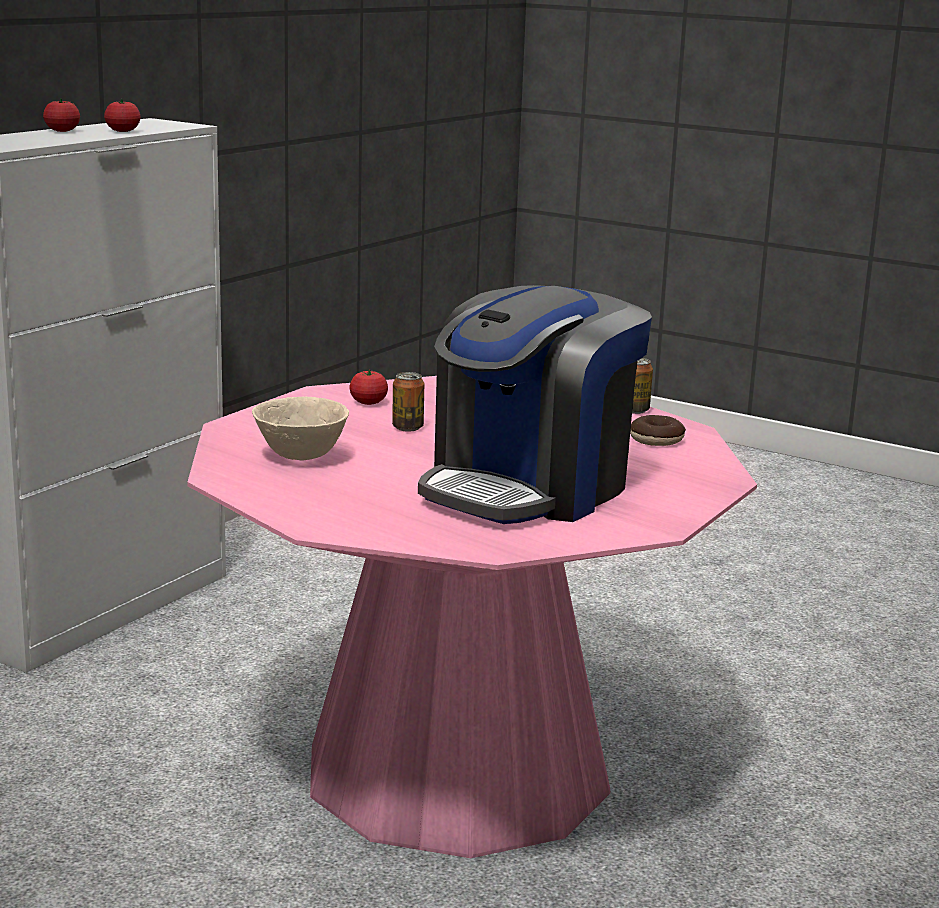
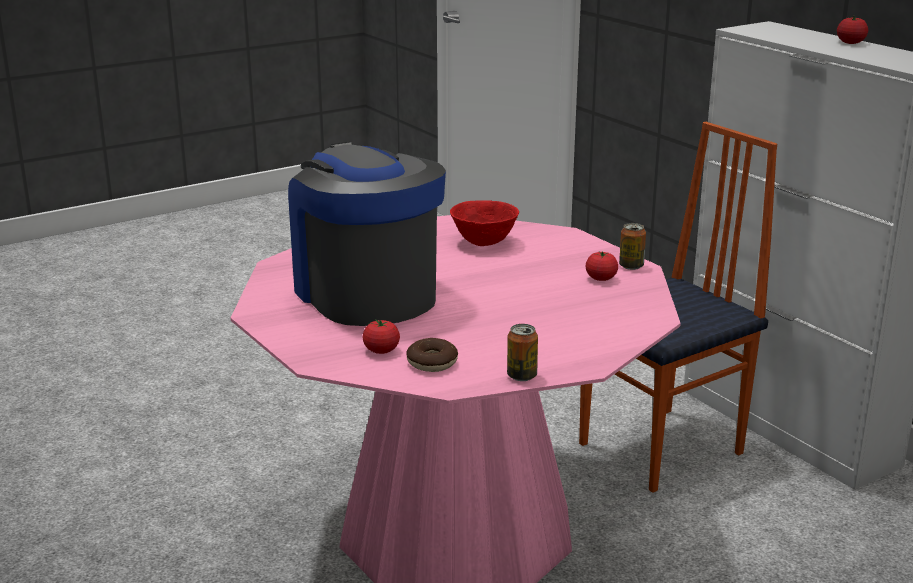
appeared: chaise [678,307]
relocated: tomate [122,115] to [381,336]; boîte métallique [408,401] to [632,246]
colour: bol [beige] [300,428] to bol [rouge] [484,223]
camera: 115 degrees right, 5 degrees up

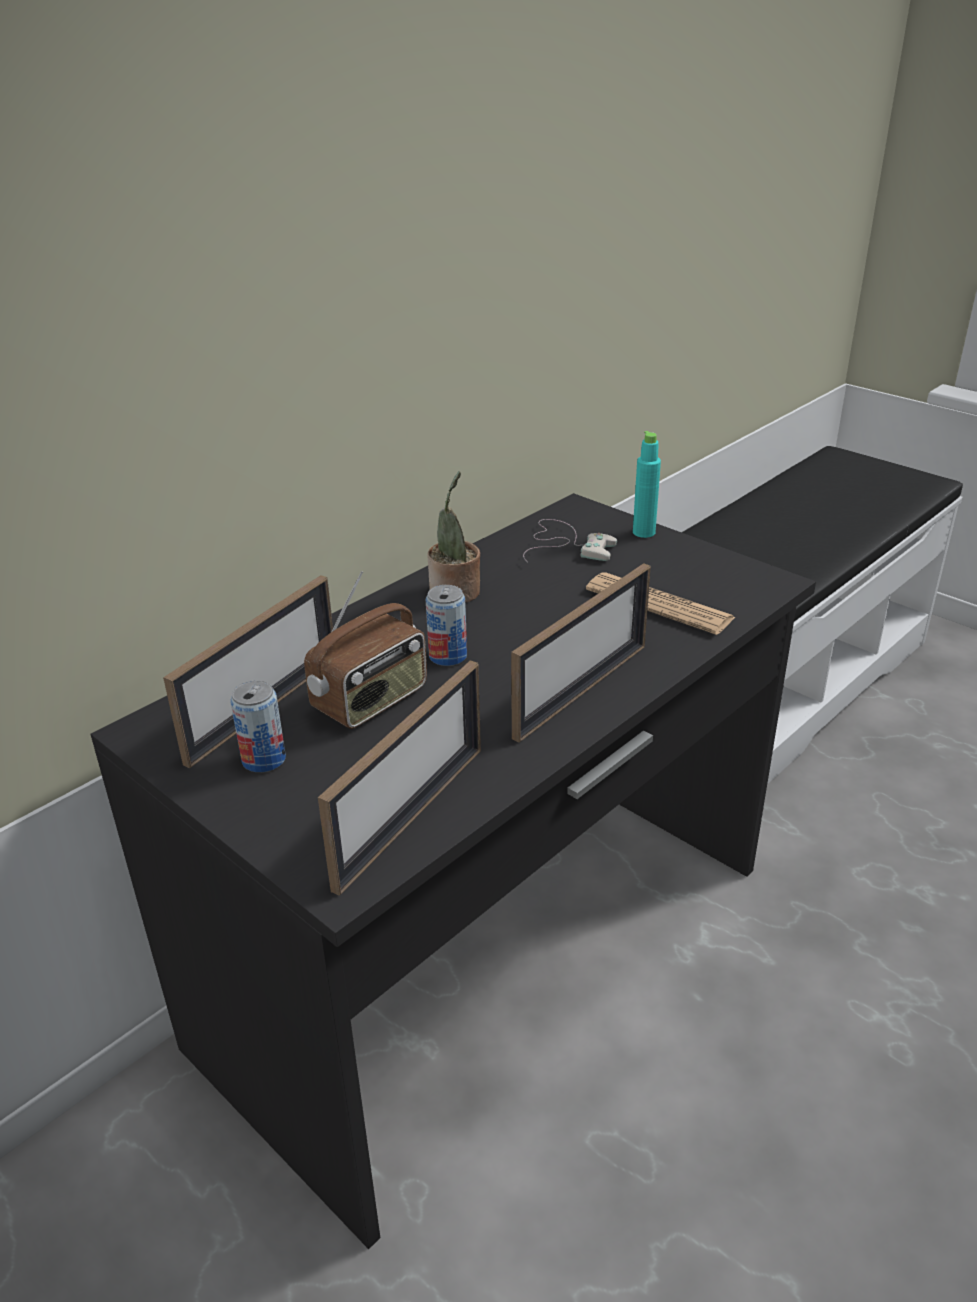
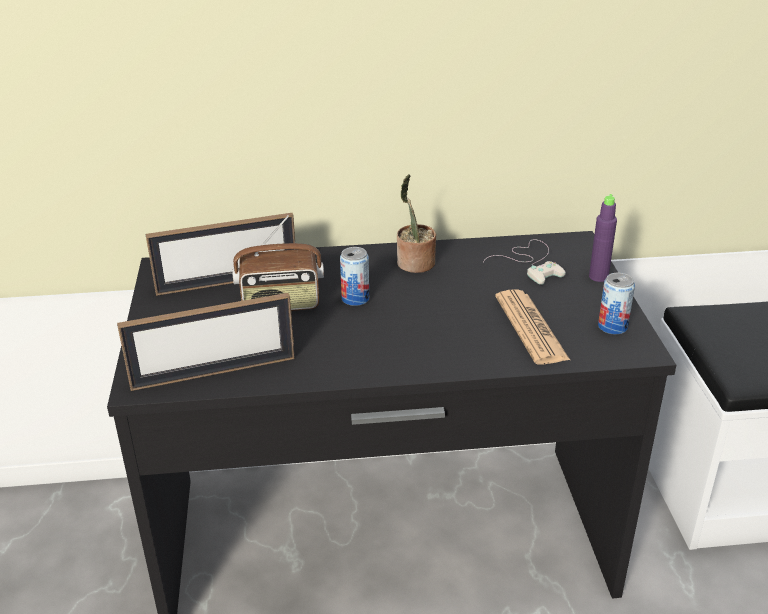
missing: cadre photo [581,653]
relocated: boîte métallique [258,726] to [616,304]
colour: bouteille [turquoise] [647,484] to bouteille [violet] [603,238]
camera: 40 degrees right, 0 degrees up

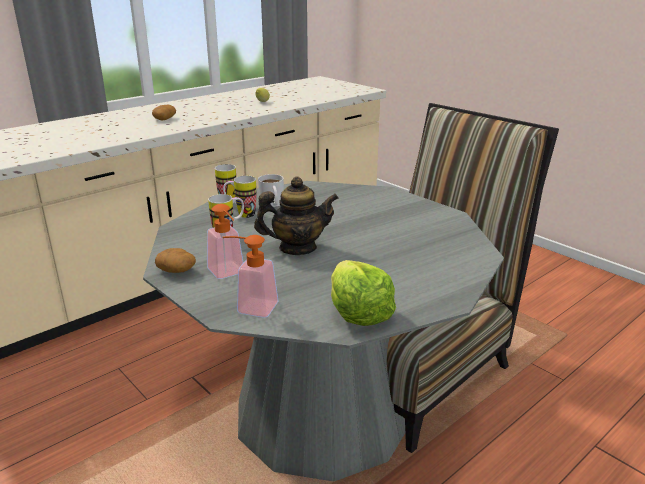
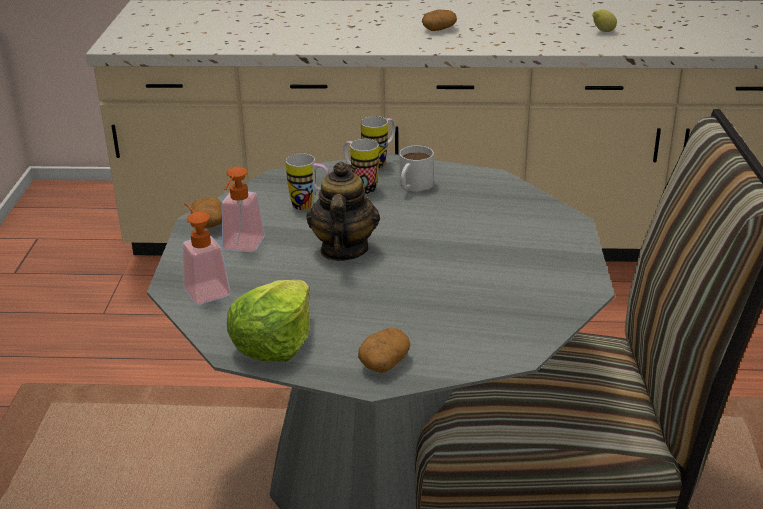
appeared: pomme de terre [384,350]
spun: théière [296,215] = [343,211] 120 degrees counterclockwise
camera: 45 degrees right, 5 degrees up

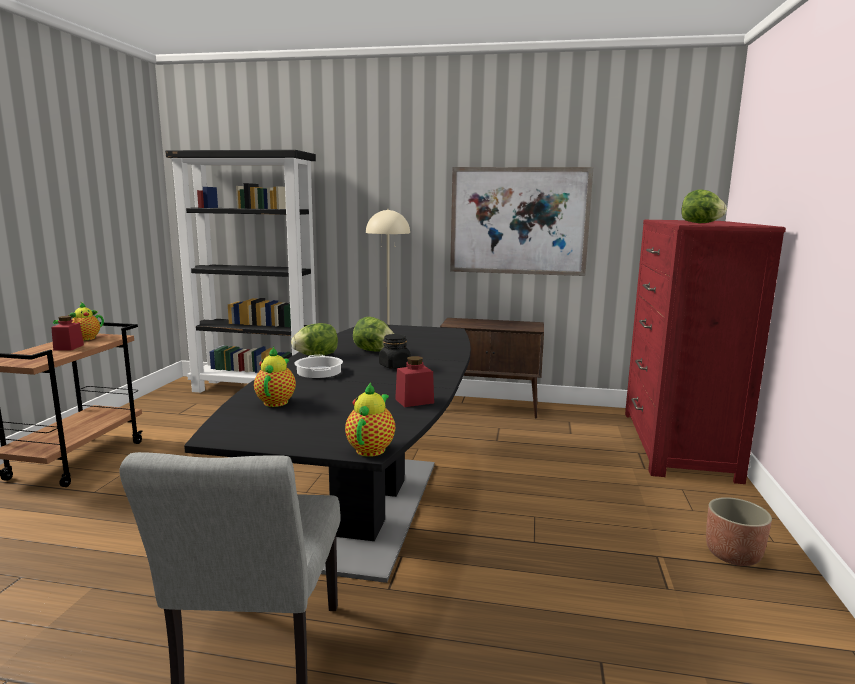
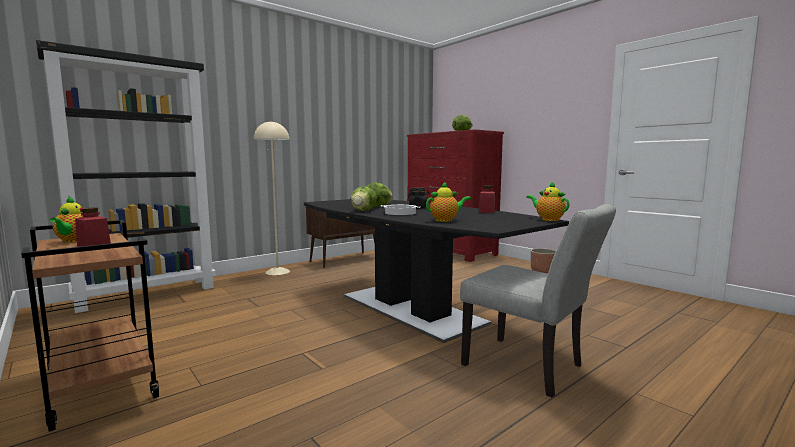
missing: tableau [521,221]
spun: théière [275,377] = [448,201] 120 degrees clockwise
camera: 50 degrees left, 5 degrees down

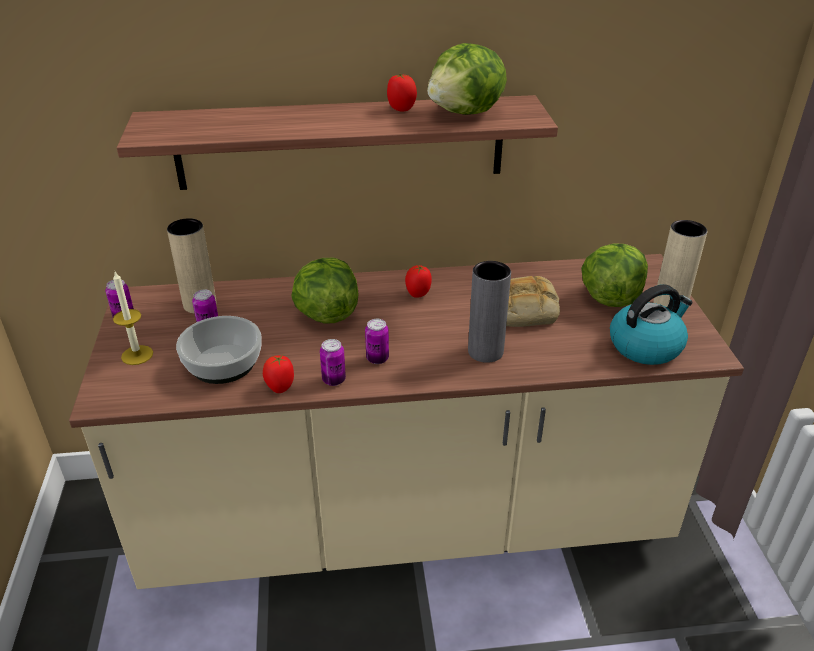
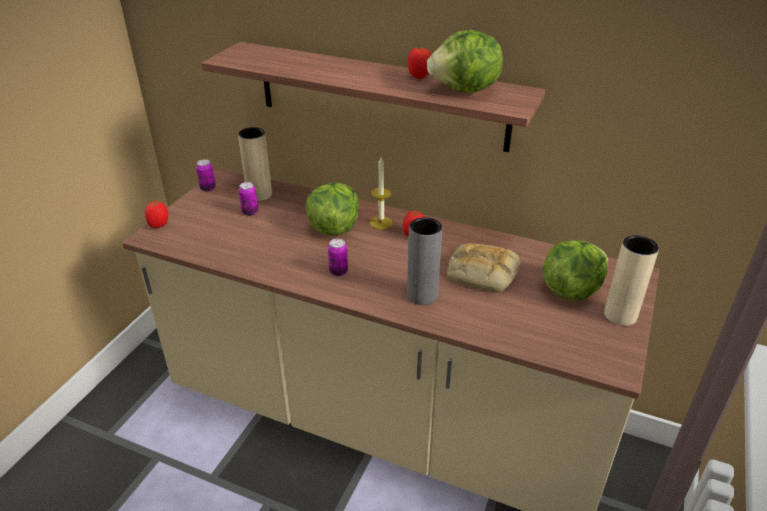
missing: bol [219,350]; boîte métallique [333,362]; bouilloire [651,324]
relocated: tomate [278,374] to [156,214]; bougie [133,318] to [381,193]
camera: 30 degrees right, 0 degrees up

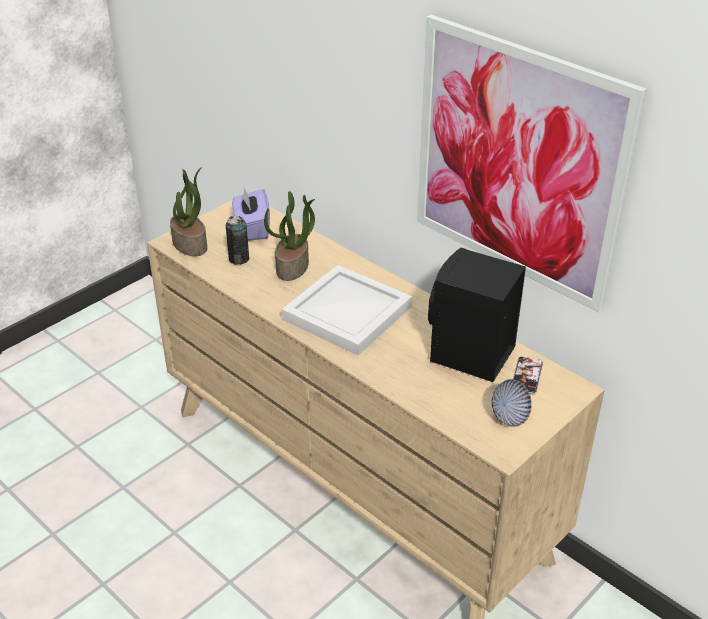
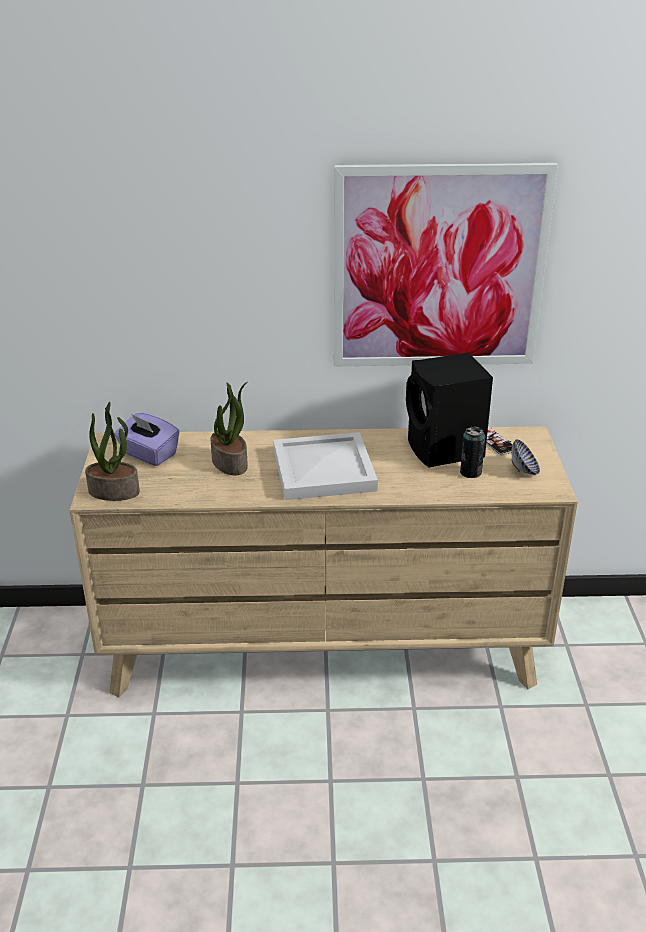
relocated: boîte métallique [238,240] to [472,452]
camera: 45 degrees left, 5 degrees down

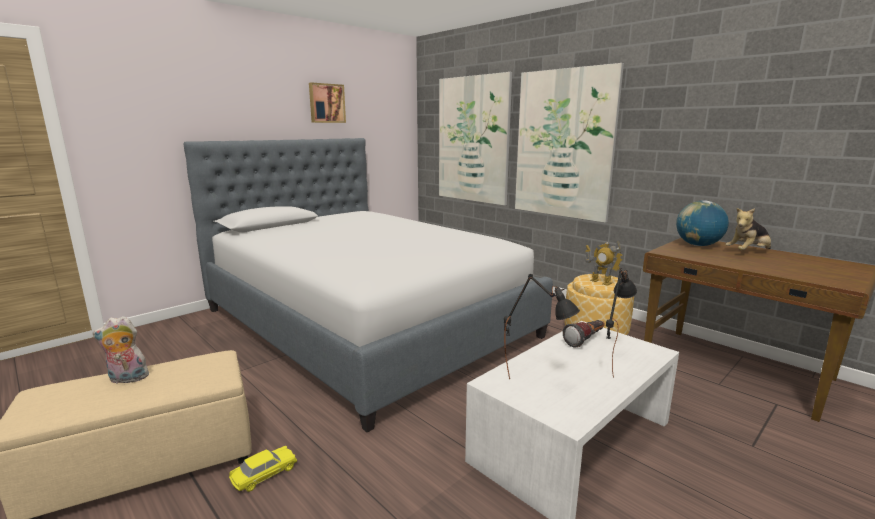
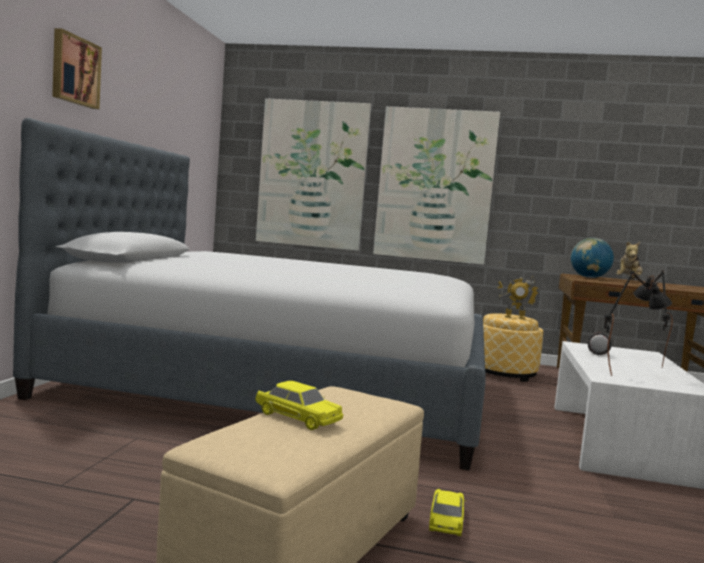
relocated: tableau [327,102] to [77,68]
exchanged: peluche [122,350] to petite voiture [jaune] [299,405]
camera: 35 degrees left, 10 degrees down

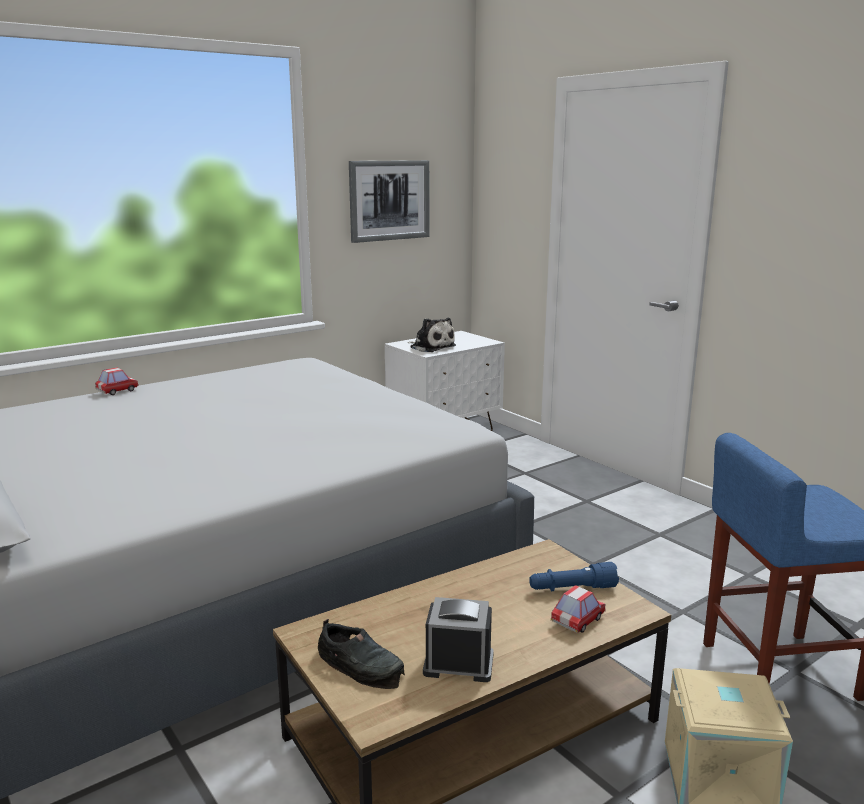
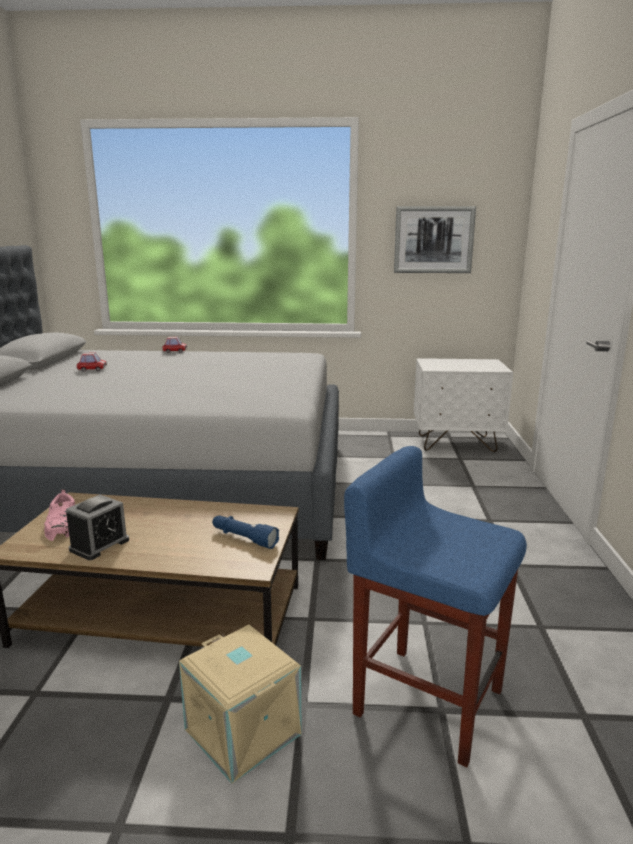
missing: peluche [432,335]
relocated: petite voiture [578,609] to [92,362]
colour: chaussure [noir] [361,654] to chaussure [rose] [59,515]
spun: réveil [458,639] = [97,527] 75 degrees clockwise
camera: 40 degrees right, 0 degrees up

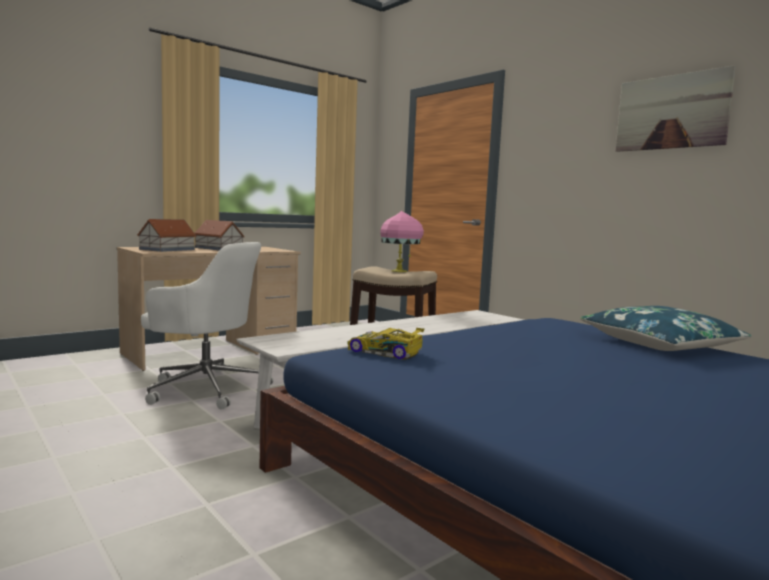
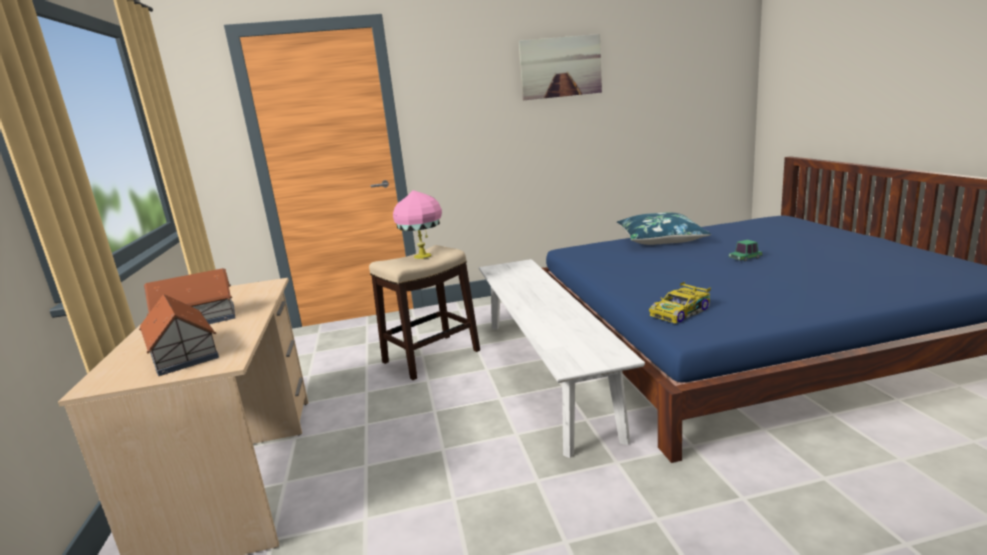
missing: chaise de bureau [blanc] [207,325]
appeared: petite voiture [745,250]
camera: 60 degrees left, 10 degrees up

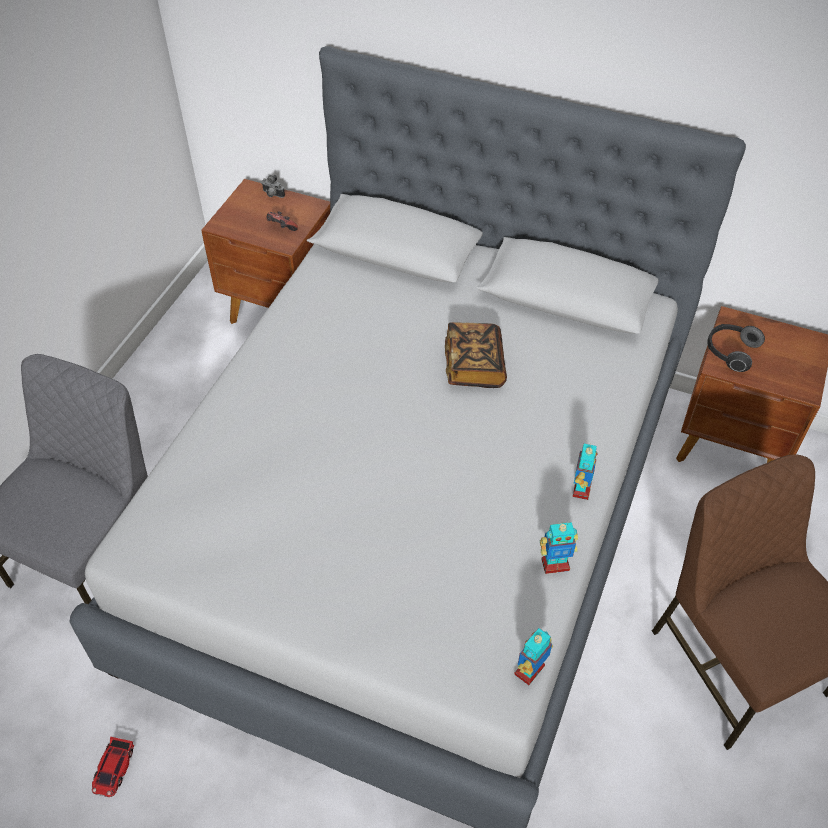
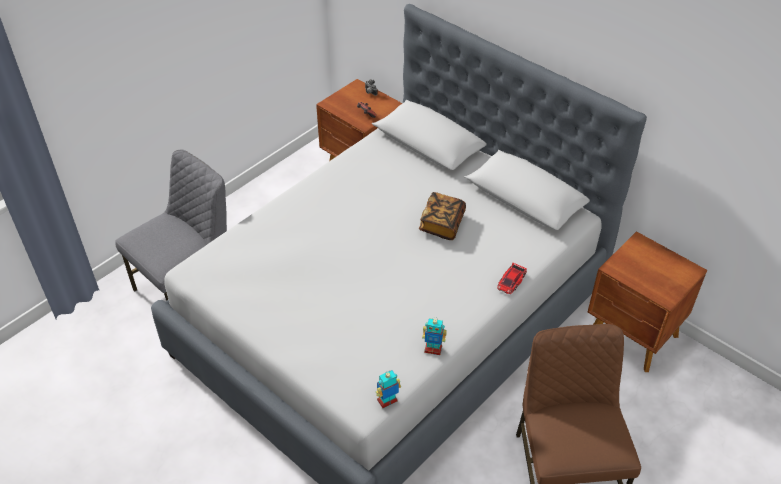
missing: robot jouet [585,472]; casque audio [736,348]
relocated: petite voiture [113,767] to [512,278]
camera: 20 degrees right, 5 degrees down

